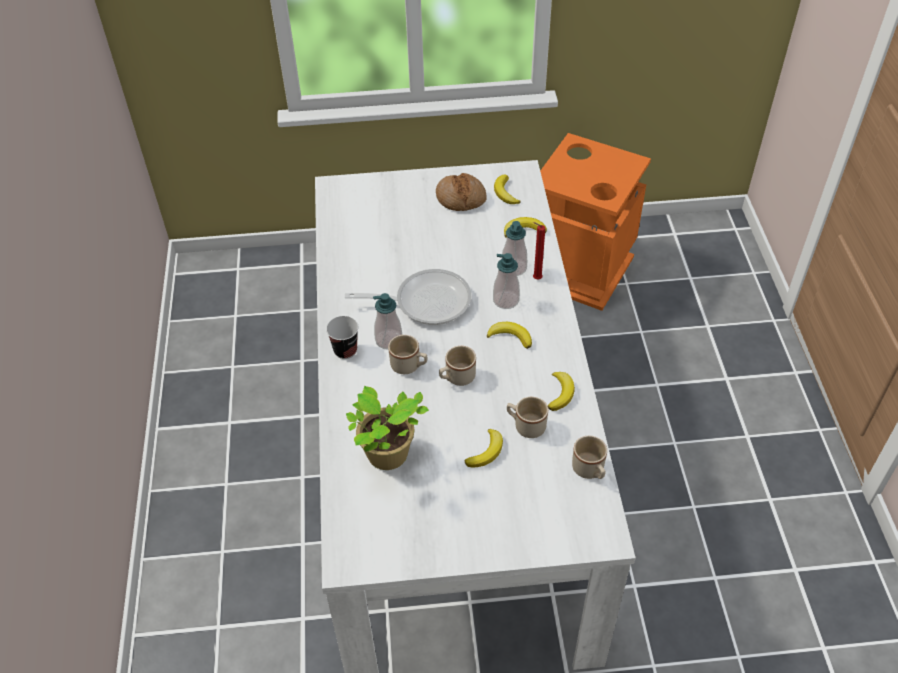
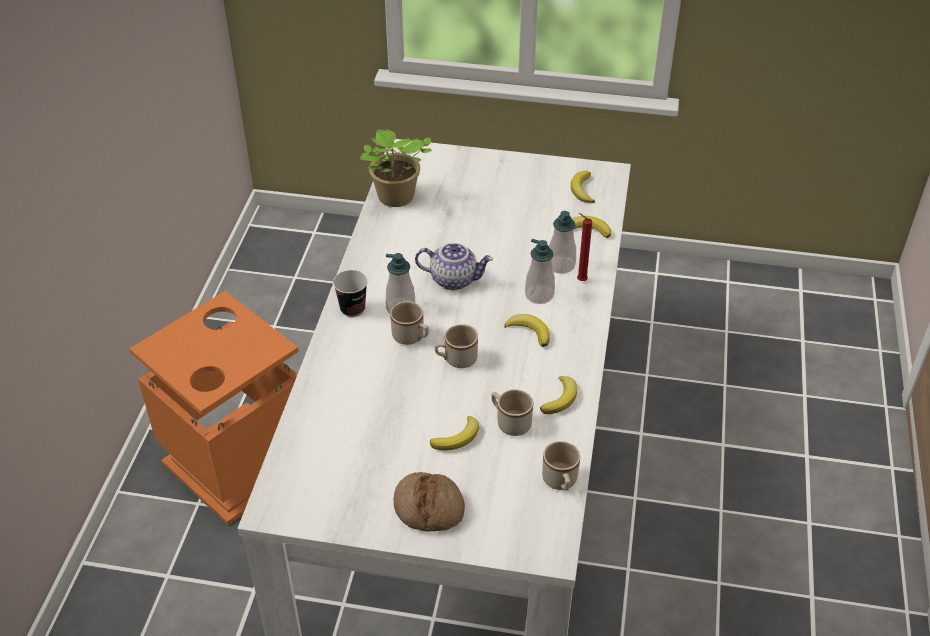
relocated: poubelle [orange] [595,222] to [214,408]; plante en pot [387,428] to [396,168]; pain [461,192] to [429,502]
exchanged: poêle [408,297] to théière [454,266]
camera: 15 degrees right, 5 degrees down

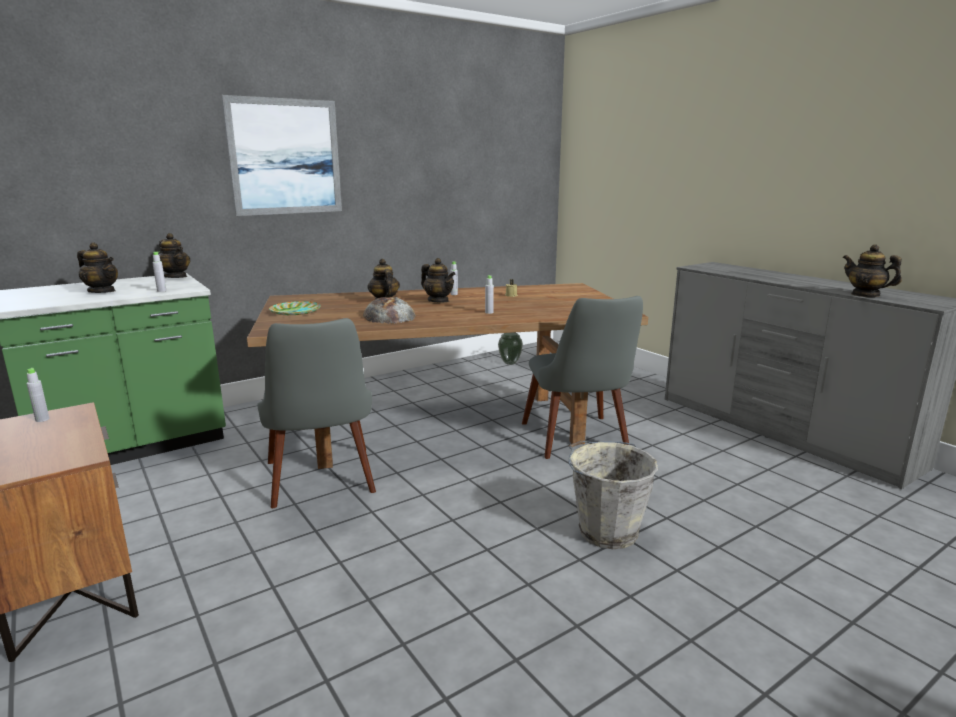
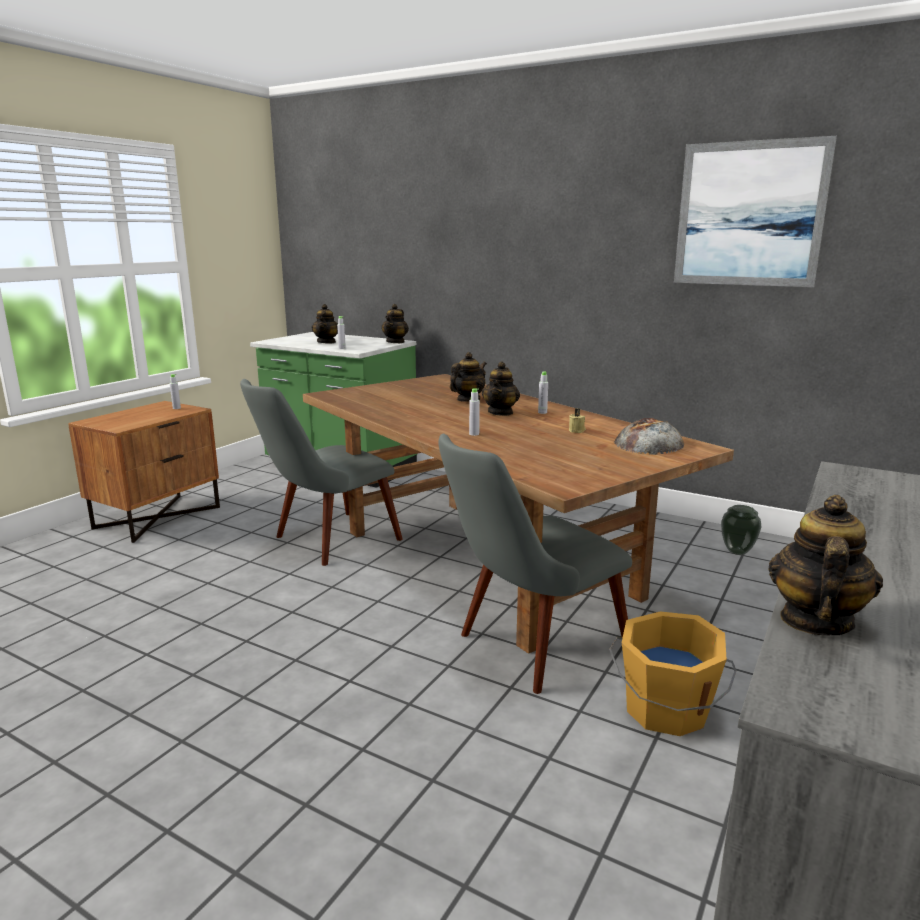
missing: assiette [295,308]; seau [gris] [613,494]
appeared: seau [orange] [673,673]
relocated: pain [389,310] to [649,436]; tableau [281,155] to [755,211]
camera: 65 degrees right, 0 degrees up

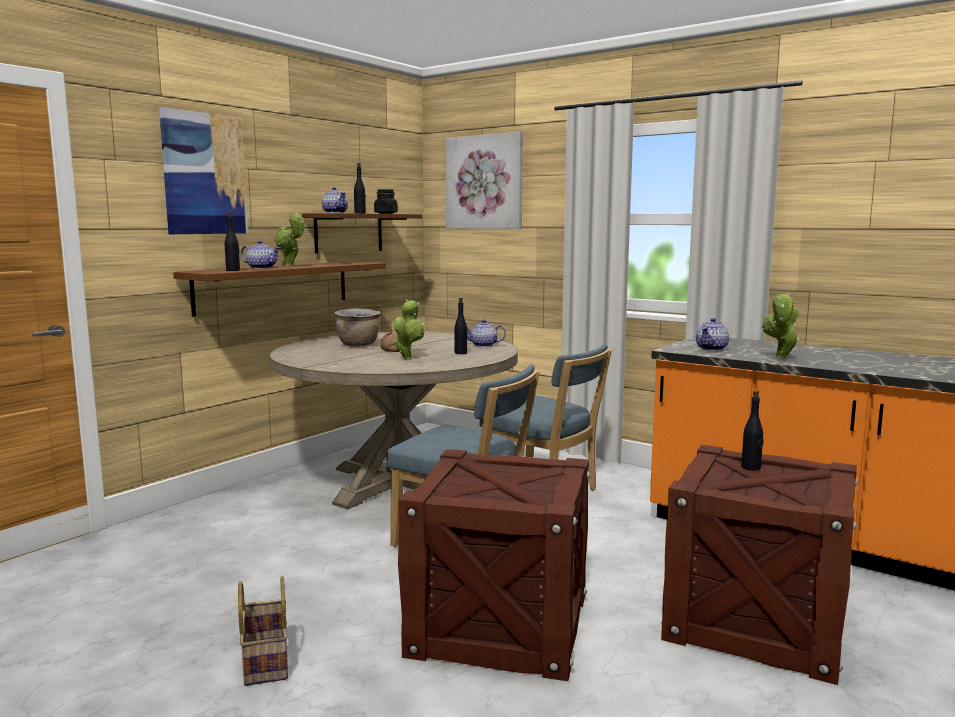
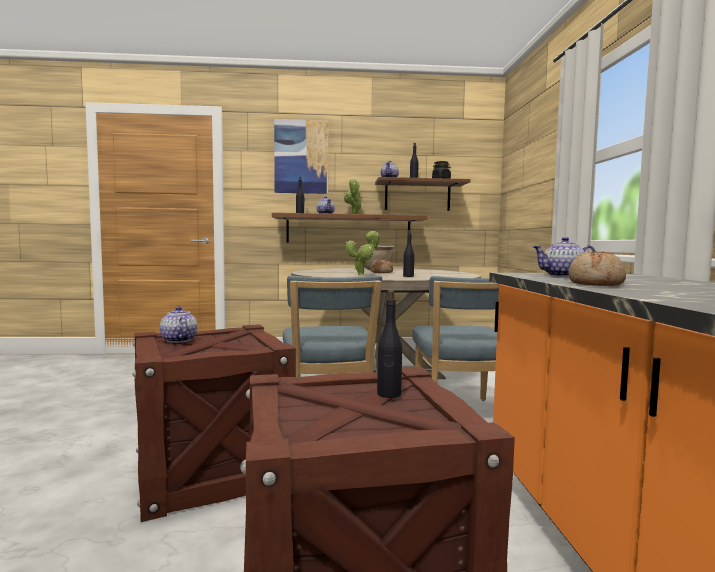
missing: panier [263,631]; tableau [484,180]
relocated: théière [486,333] to [178,324]
exchanged: plante en pot [780,326] to pain [597,269]
camera: 50 degrees right, 5 degrees down

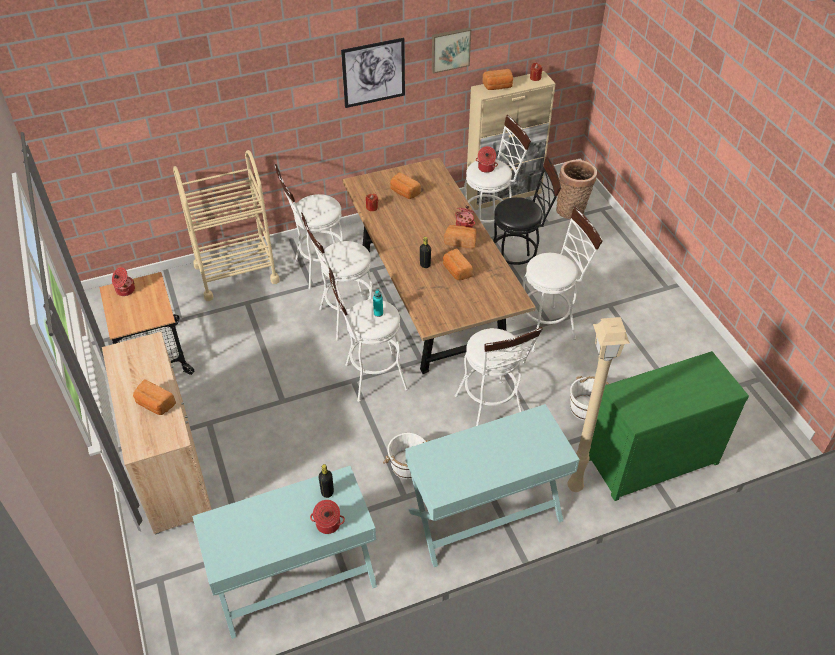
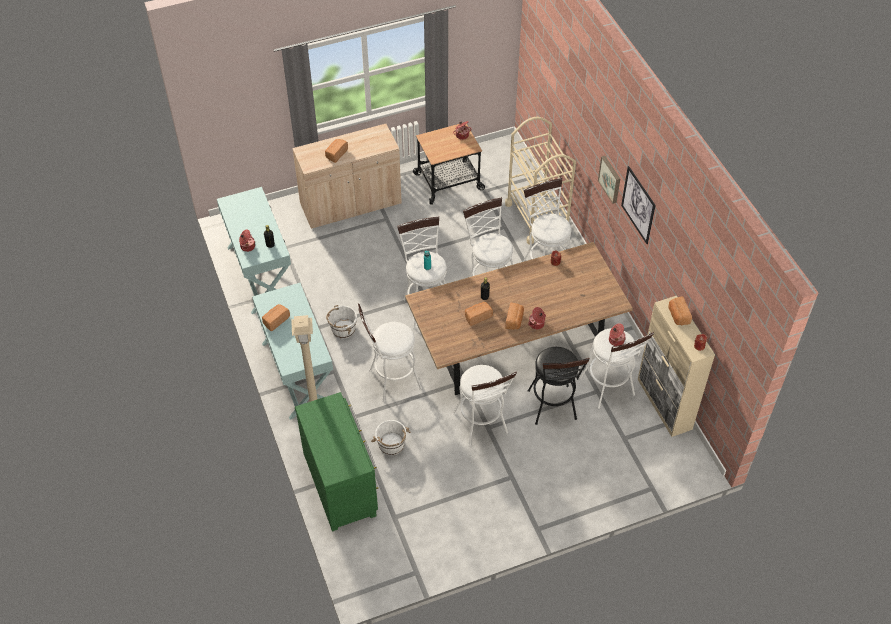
missing: panier [576,189]
relocated: pain [405,185] to [276,317]; tableau [451,50] to [609,180]
camera: 90 degrees right, 5 degrees up

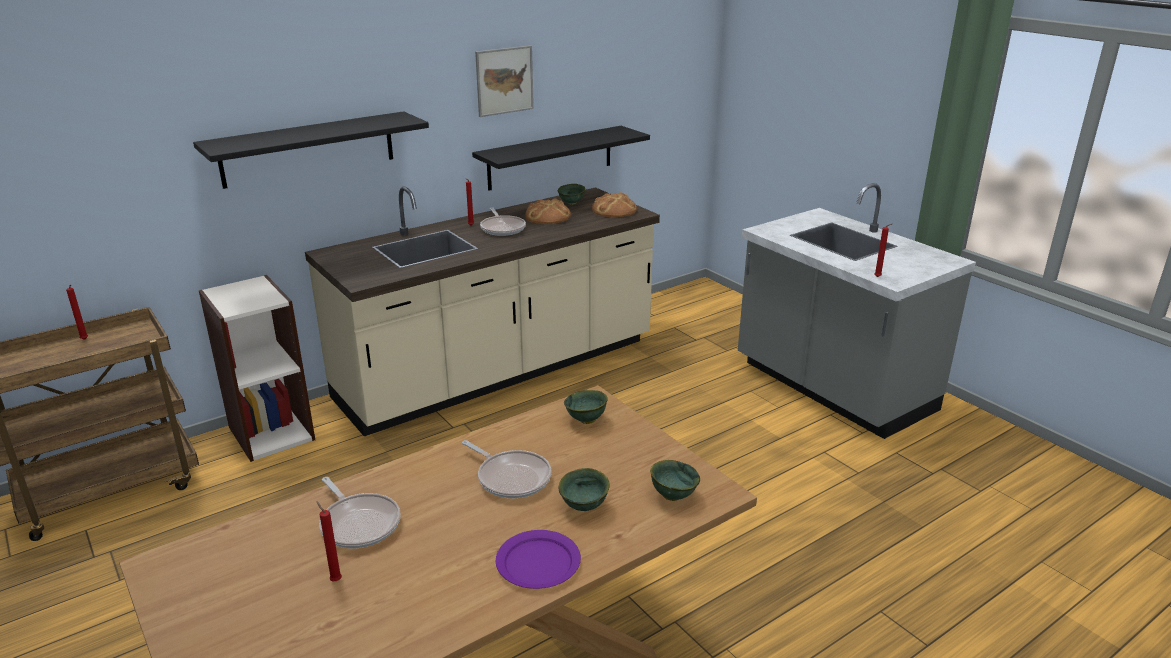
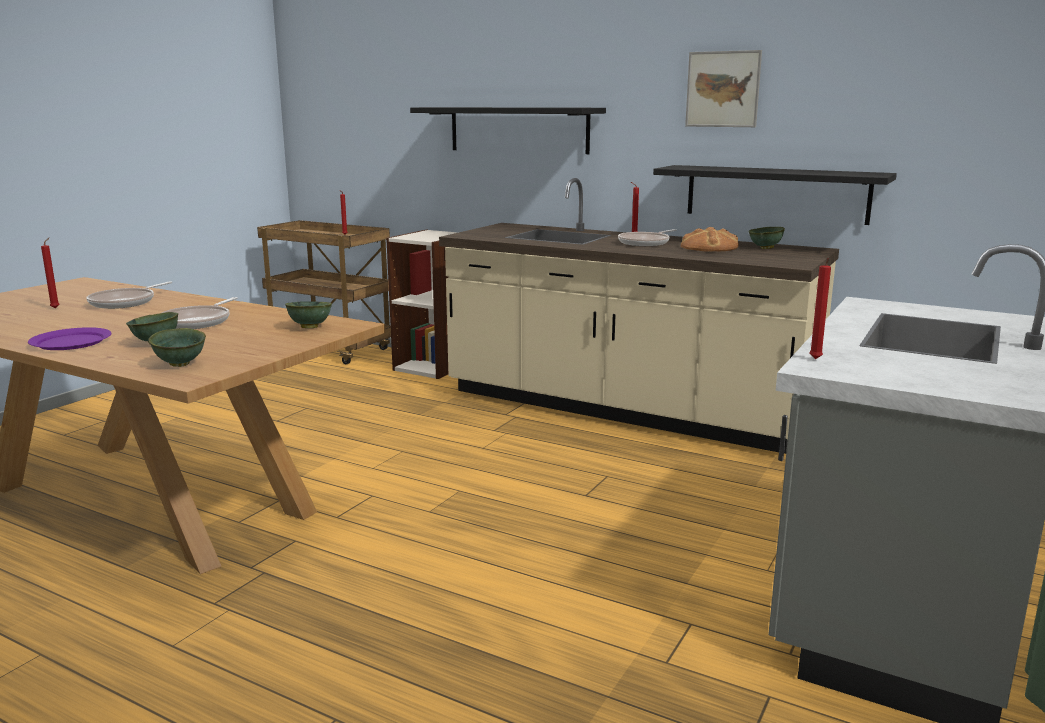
missing: pain [614,204]
camera: 65 degrees right, 10 degrees down

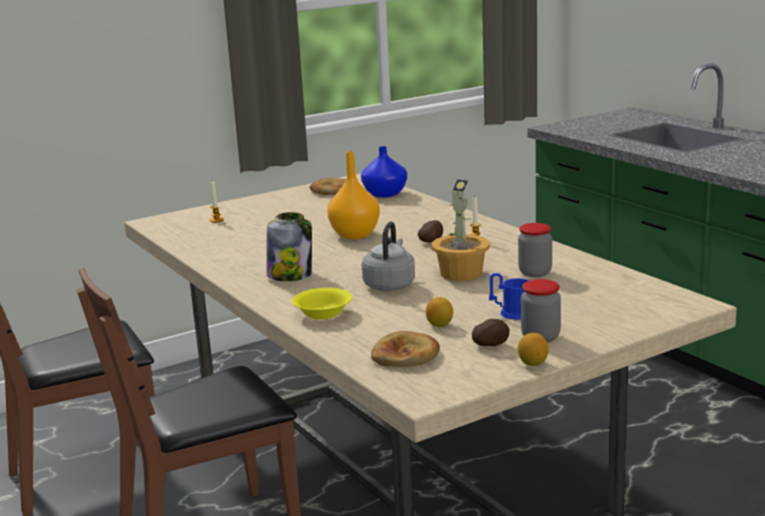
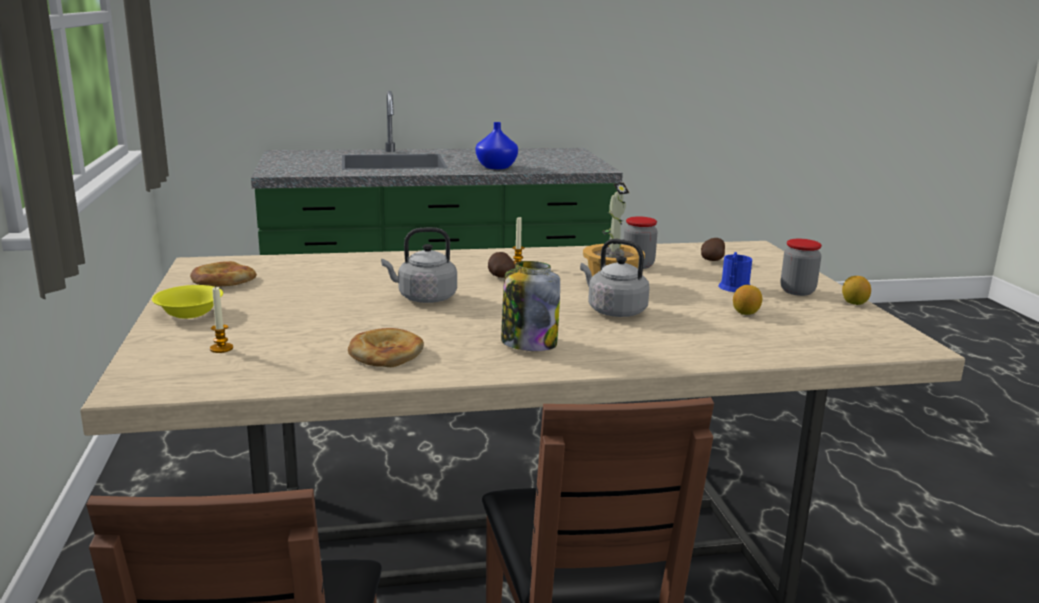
relocated: bol [jaune] [322,304] to [187,302]; pain [405,349] to [386,347]; vase [bleu] [384,172] to [497,145]; pomme de terre [490,332] to [713,249]
exchanged: vase [orange] [353,195] to bouilloire [gris] [419,265]
camera: 70 degrees left, 0 degrees up

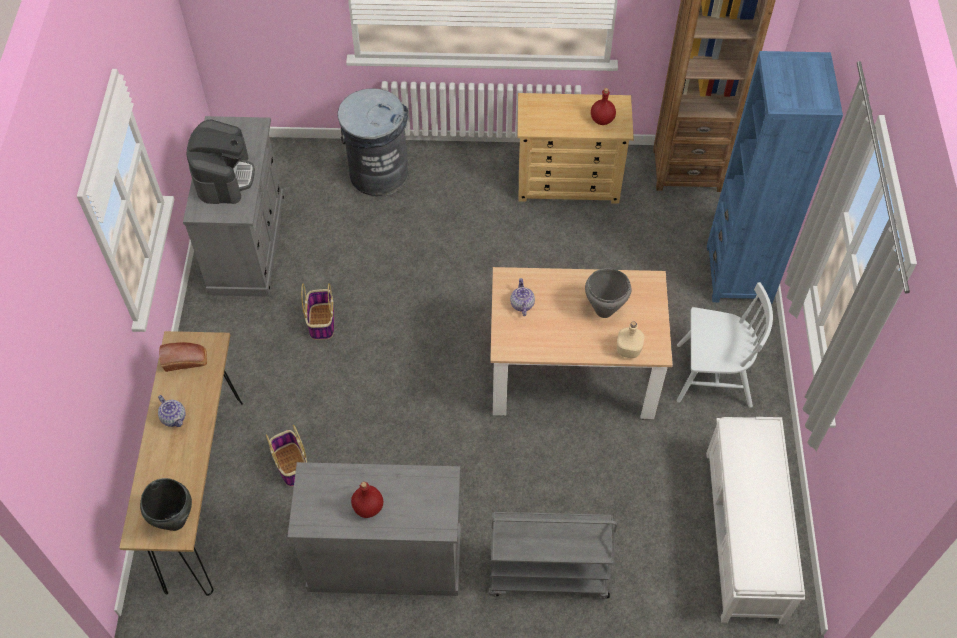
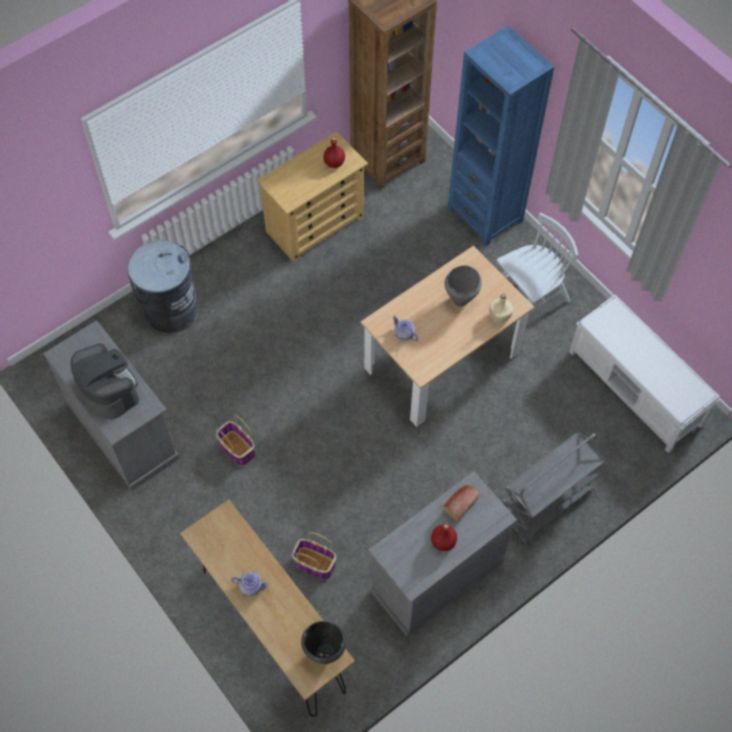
relocated: pain [183,357] to [461,503]
camera: 40 degrees left, 5 degrees up

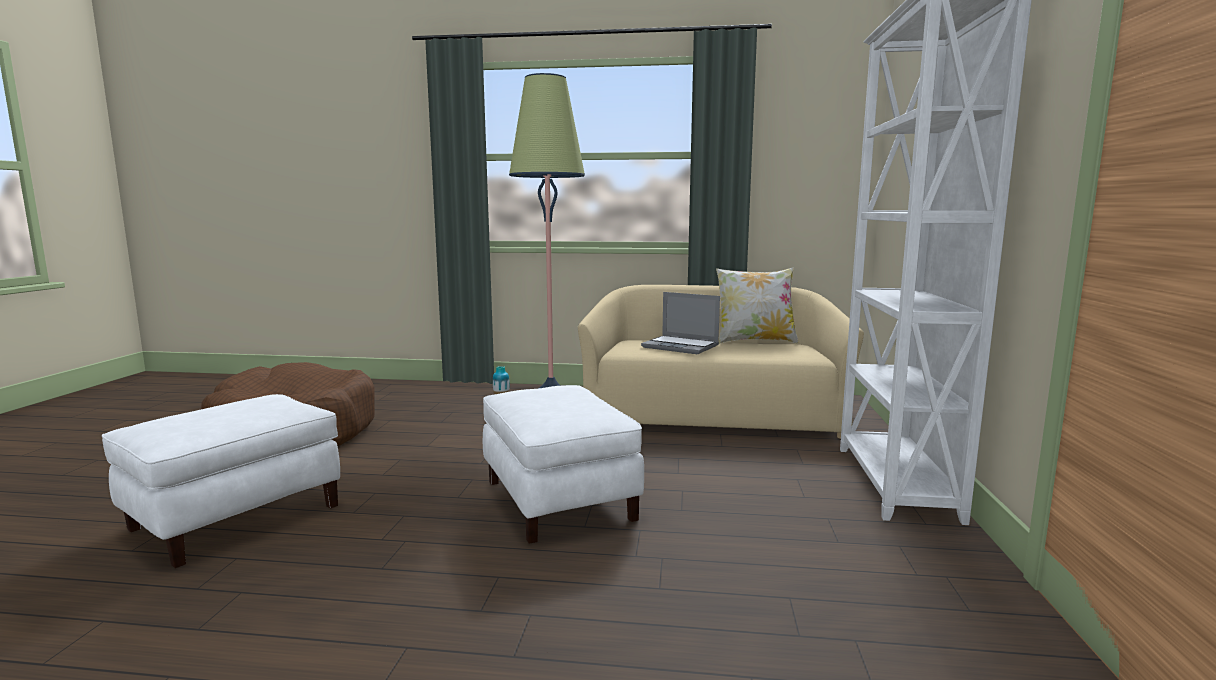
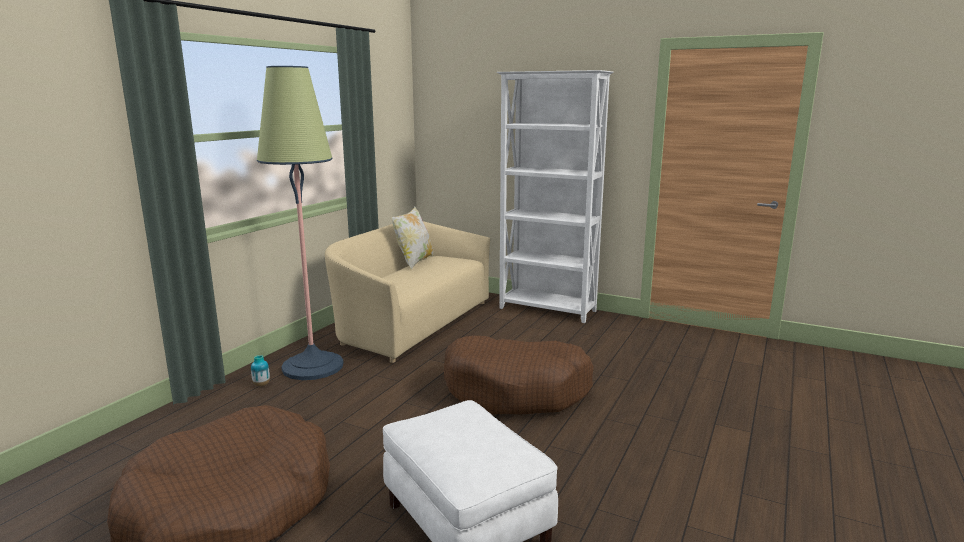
missing: ordinateur portable [680,323]
exchanged: pouf [blanc] [563,464] to panier pour chien [marron] [519,375]
camera: 70 degrees left, 5 degrees up

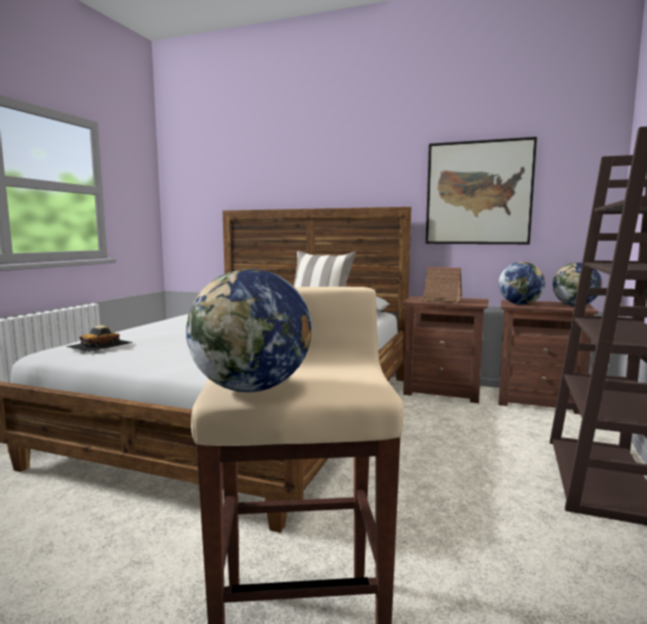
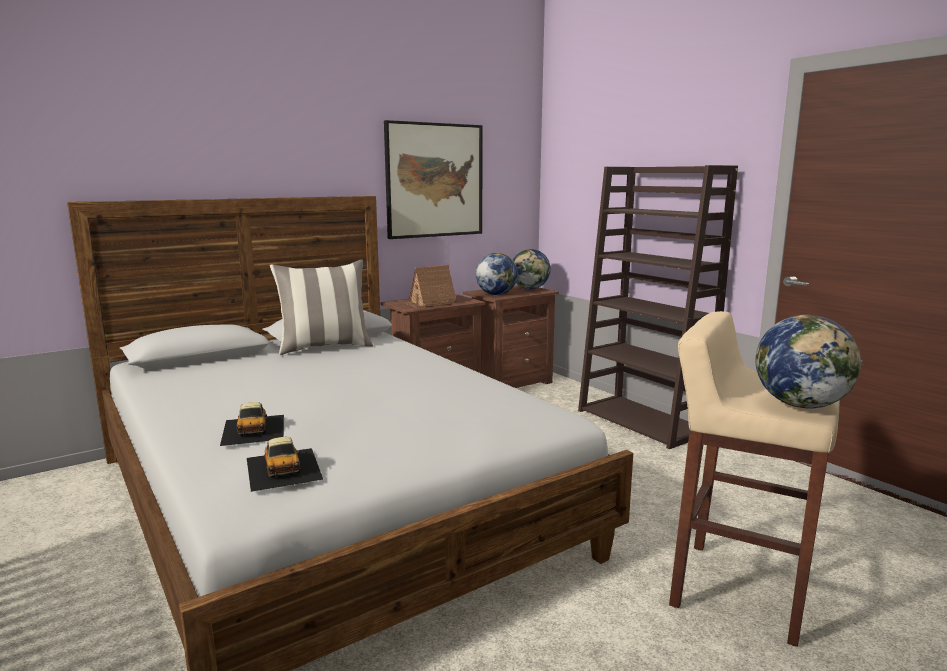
appeared: petite voiture [252,424]
camera: 55 degrees left, 5 degrees up

